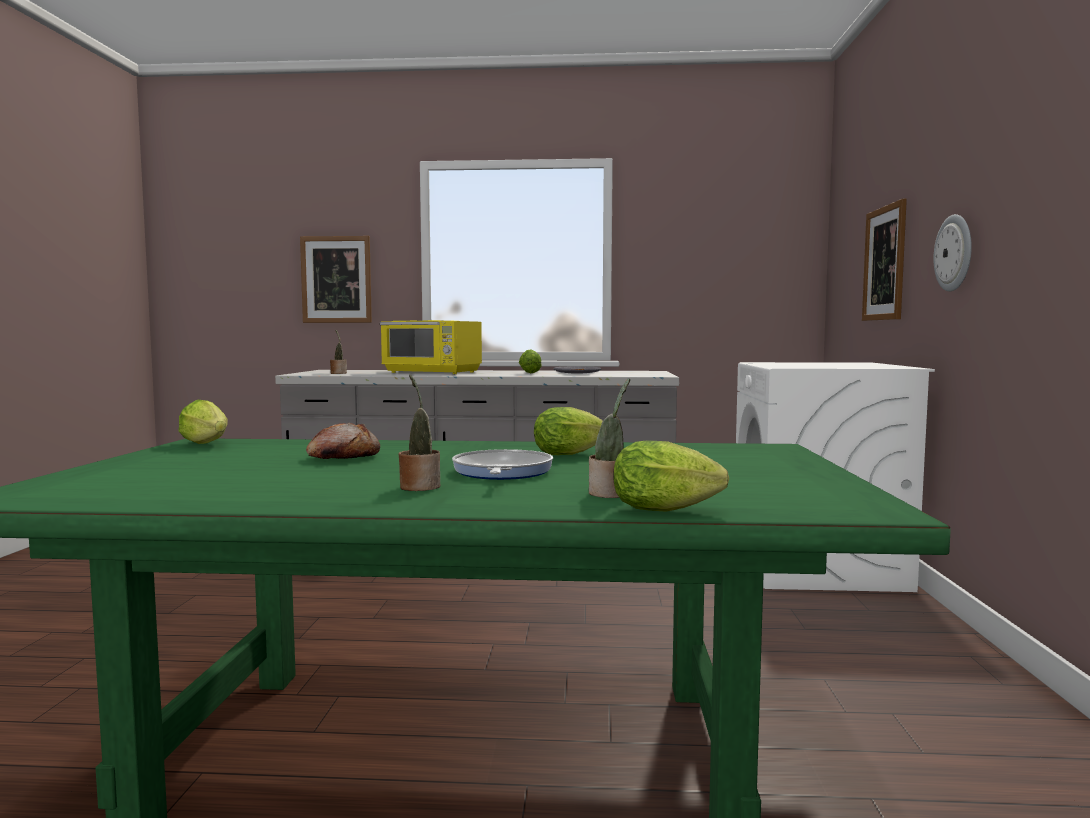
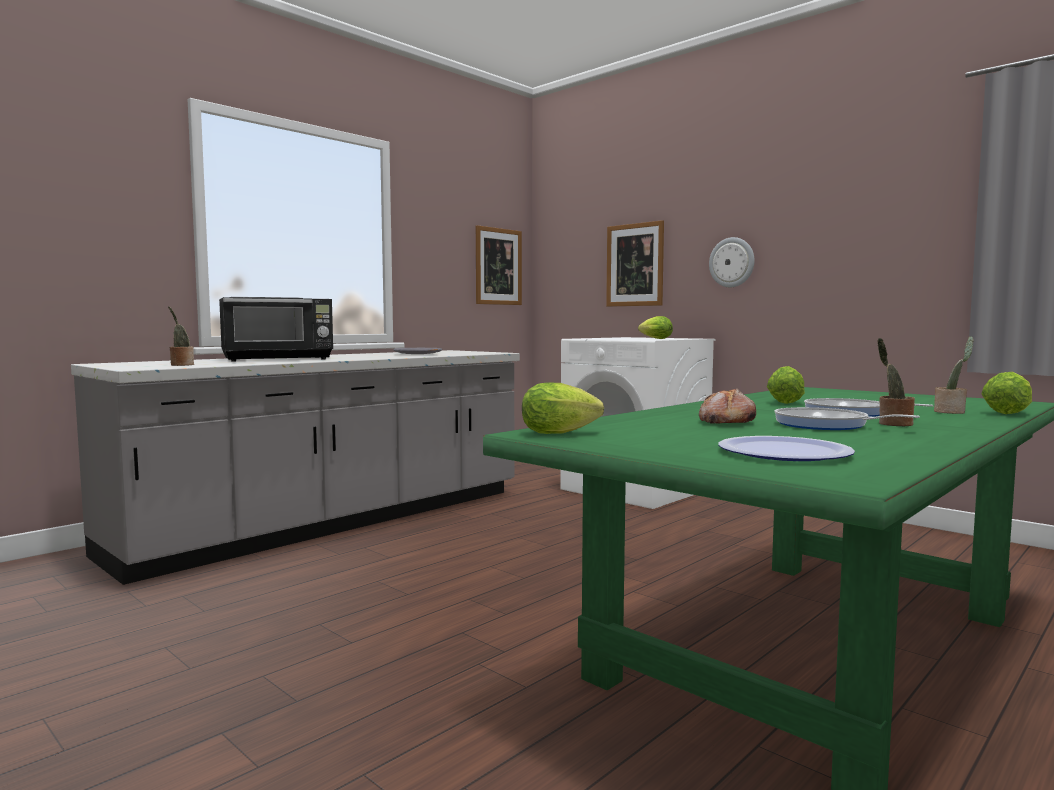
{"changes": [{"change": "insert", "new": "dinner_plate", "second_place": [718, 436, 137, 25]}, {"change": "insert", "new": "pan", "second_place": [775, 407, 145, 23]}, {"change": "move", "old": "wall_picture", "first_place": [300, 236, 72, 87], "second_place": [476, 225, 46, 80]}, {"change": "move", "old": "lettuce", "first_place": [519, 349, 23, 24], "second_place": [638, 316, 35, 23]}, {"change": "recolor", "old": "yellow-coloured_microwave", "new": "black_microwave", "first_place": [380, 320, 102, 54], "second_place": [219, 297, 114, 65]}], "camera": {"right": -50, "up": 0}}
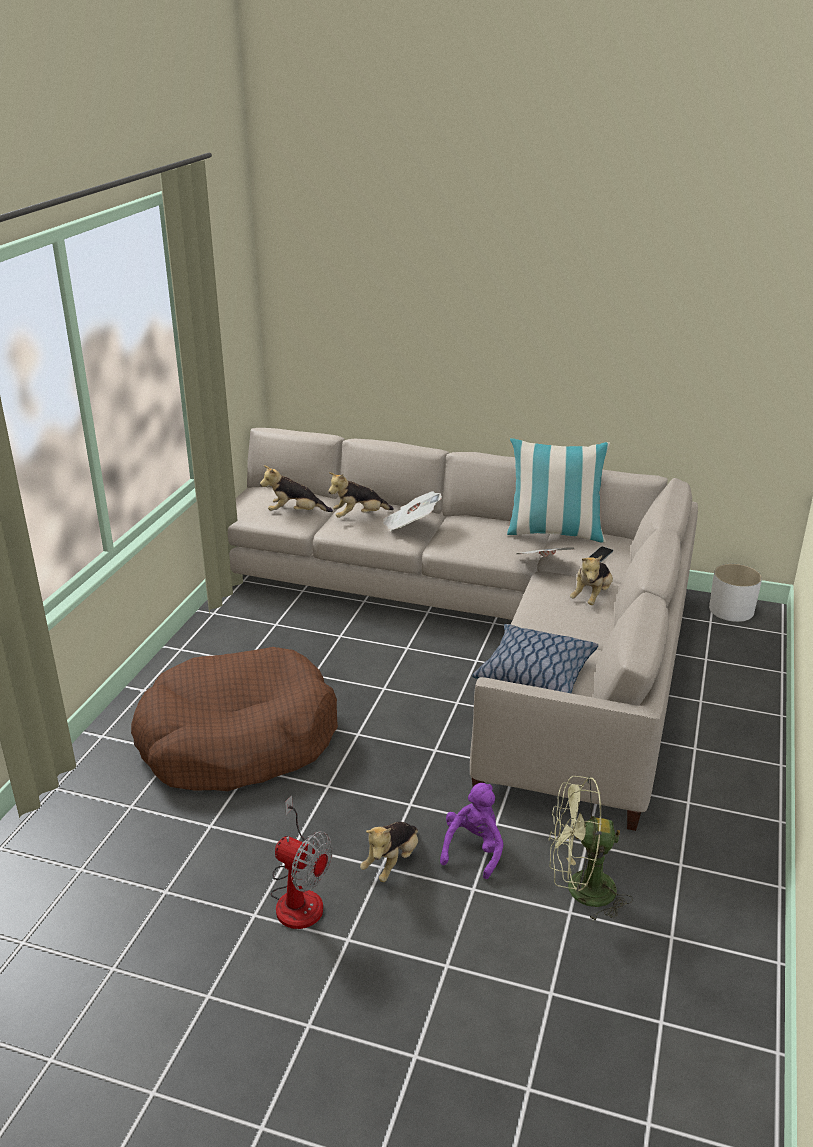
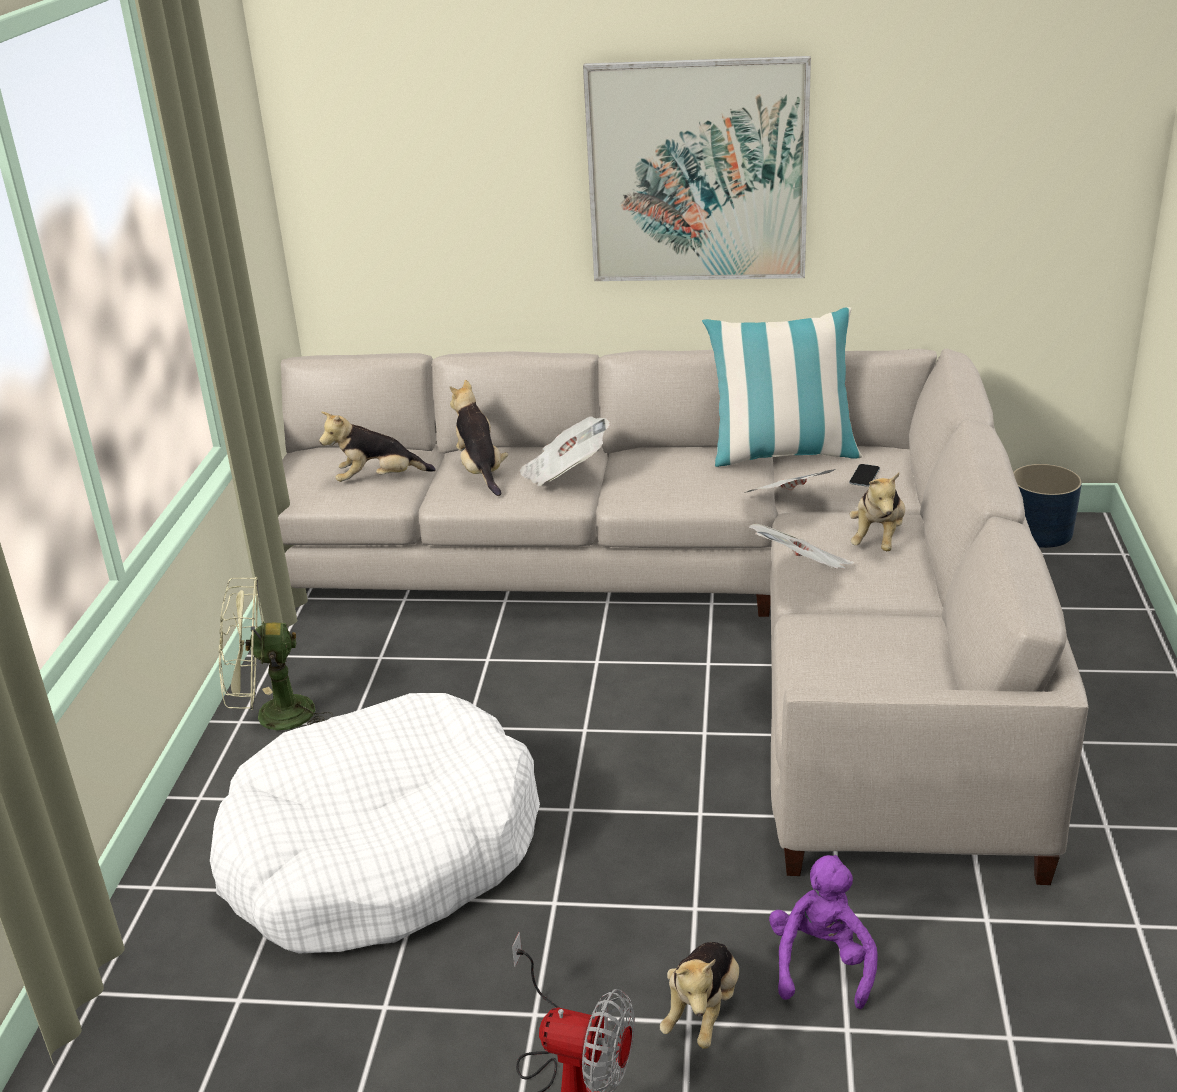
{"changes": [{"change": "delete", "old": "cushion", "first_place": [472, 624, 126, 70]}, {"change": "insert", "new": "wall_picture", "second_place": [583, 56, 228, 225]}, {"change": "insert", "new": "daily_paper", "second_place": [749, 524, 106, 45]}, {"change": "move", "old": "green-coloured_fan", "first_place": [549, 776, 84, 146], "second_place": [219, 577, 114, 153]}, {"change": "recolor", "old": "brown-coloured_dog_bed", "new": "white-coloured_dog_bed", "first_place": [131, 647, 207, 144], "second_place": [210, 693, 330, 260]}, {"change": "recolor", "old": "white-coloured_plant_pot", "new": "blue-coloured_plant_pot", "first_place": [709, 564, 53, 58], "second_place": [1013, 464, 69, 84]}, {"change": "rotate", "old": "plush_toy", "first_place": [328, 472, 66, 46], "second_place": [450, 380, 58, 116], "degrees": 105}], "camera": {"right": -10, "up": 0}}
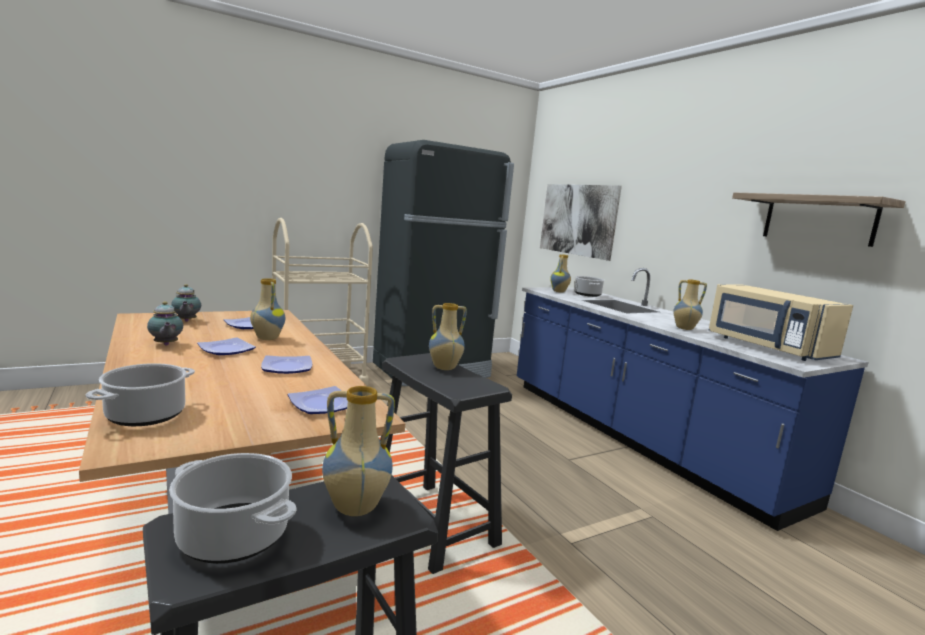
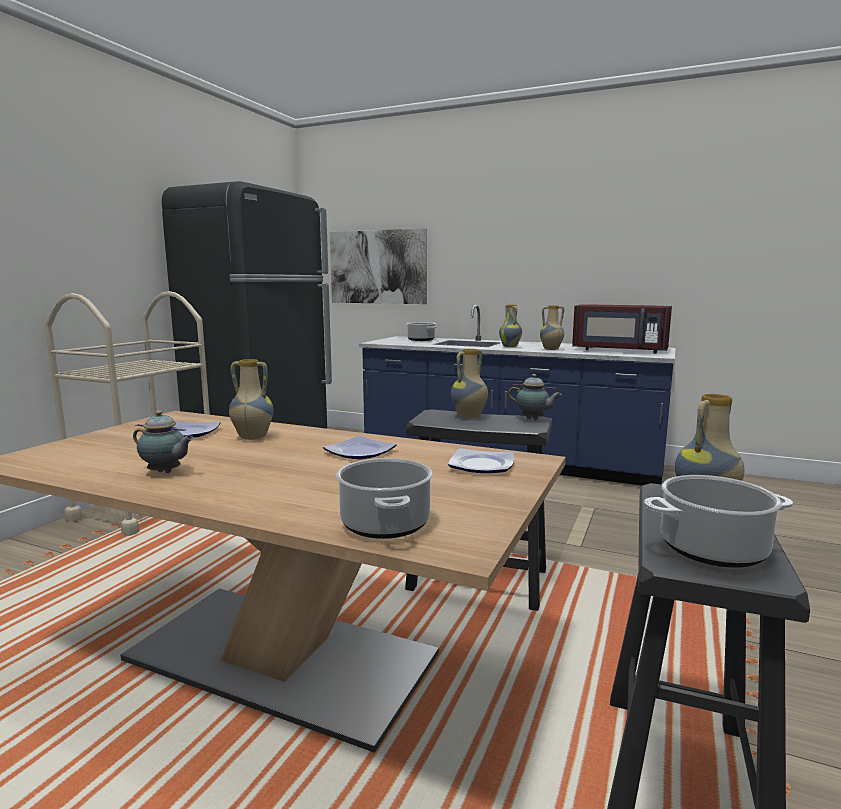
{"changes": [{"change": "delete", "old": "dinner_plate", "first_place": [197, 337, 59, 18]}, {"change": "delete", "old": "shelf", "first_place": [732, 192, 174, 55]}, {"change": "move", "old": "tea_pot", "first_place": [171, 284, 30, 38], "second_place": [508, 374, 54, 46]}, {"change": "move", "old": "flower_vase", "first_place": [550, 254, 21, 39], "second_place": [499, 304, 23, 43]}, {"change": "recolor", "old": "sand-coloured_microwave", "new": "red-coloured_microwave", "first_place": [709, 284, 144, 77], "second_place": [572, 304, 100, 50]}], "camera": {"right": -35, "up": 0}}
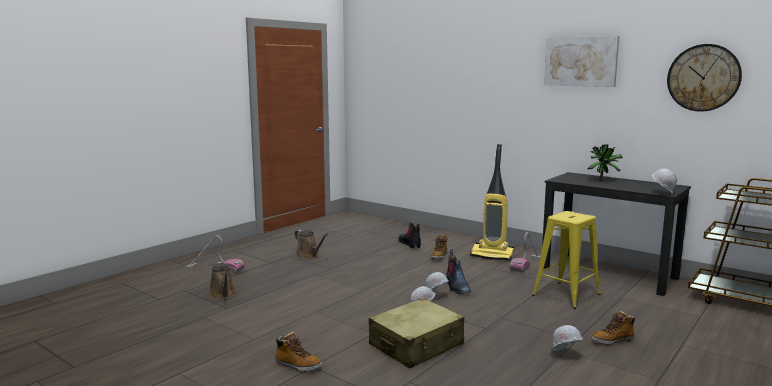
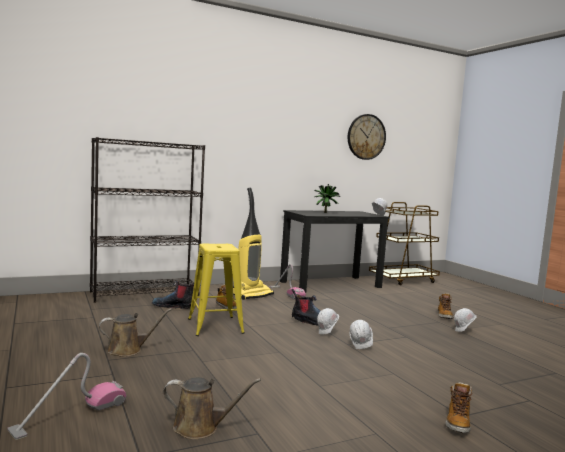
{"changes": [{"change": "delete", "old": "sand-coloured_suitcase", "first_place": [369, 298, 95, 70]}, {"change": "delete", "old": "wall_picture", "first_place": [544, 36, 76, 51]}, {"change": "insert", "new": "black_bookcase", "second_place": [90, 137, 115, 166]}, {"change": "move", "old": "yellow-coloured_stool_seat", "first_place": [532, 211, 69, 98], "second_place": [188, 243, 57, 93]}, {"change": "rotate", "old": "tall_boot", "first_place": [275, 331, 48, 41], "second_place": [445, 382, 28, 51], "degrees": 150}], "camera": {"right": -65, "up": -5}}
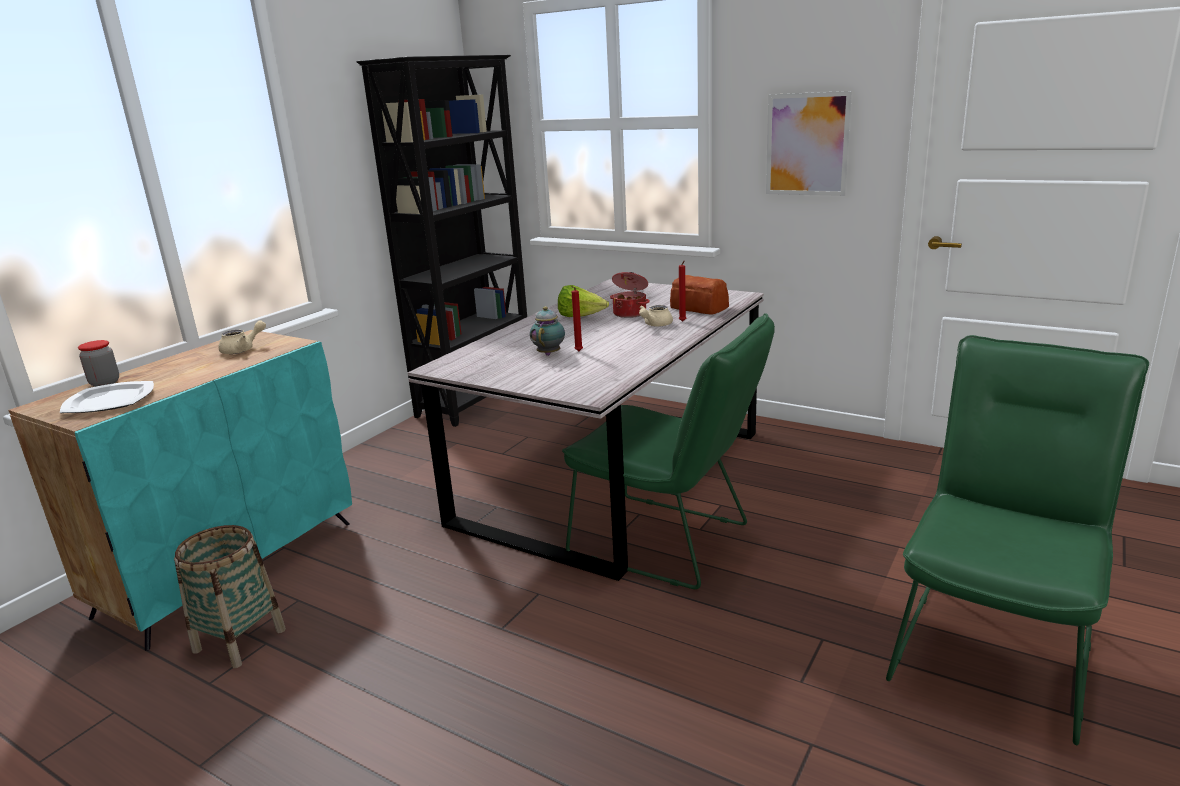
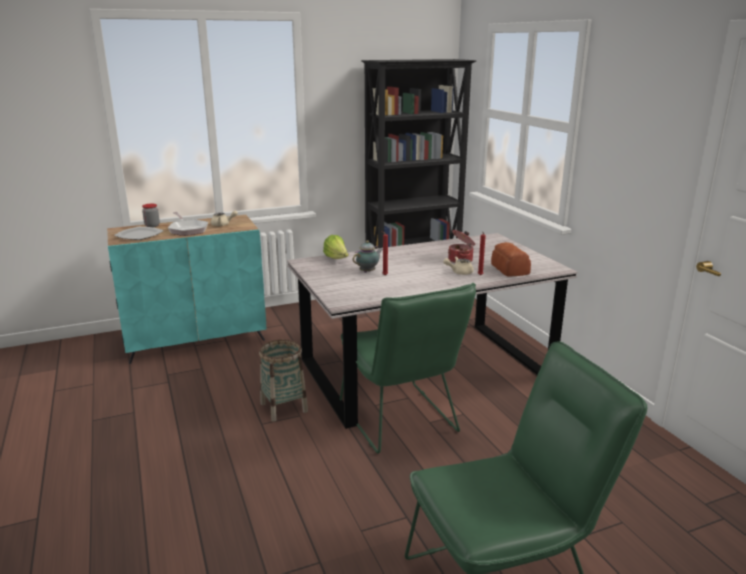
{"changes": [{"change": "delete", "old": "wall_picture", "first_place": [766, 91, 86, 105]}, {"change": "insert", "new": "pan", "second_place": [168, 212, 40, 24]}, {"change": "move", "old": "storage_basket", "first_place": [174, 525, 112, 143], "second_place": [259, 339, 49, 83]}, {"change": "move", "old": "lettuce", "first_place": [558, 285, 51, 32], "second_place": [323, 235, 25, 24]}], "camera": {"right": 35, "up": 0}}
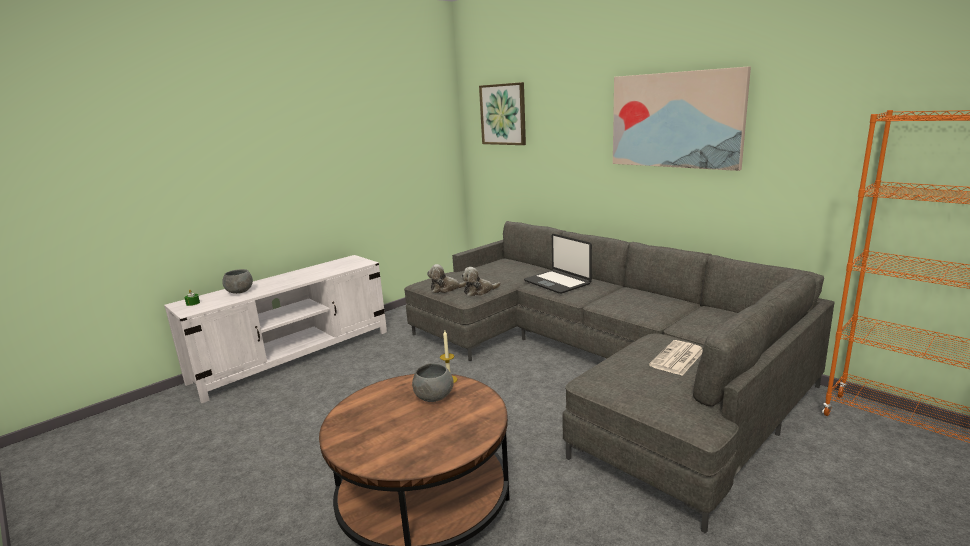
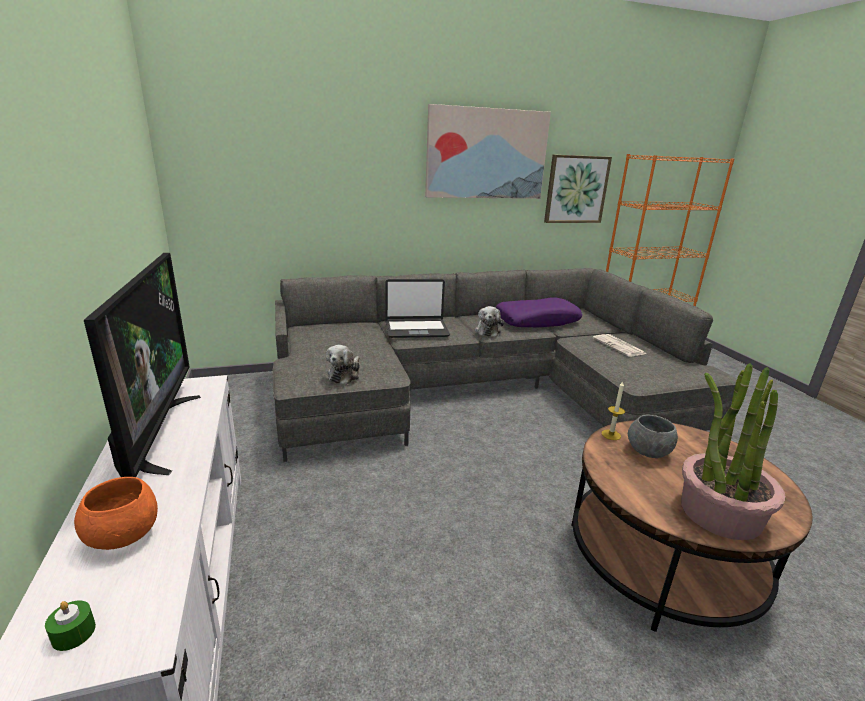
{"changes": [{"change": "insert", "new": "TV_set", "second_place": [84, 253, 117, 224]}, {"change": "insert", "new": "purple-coloured_cushion", "second_place": [495, 297, 87, 30]}, {"change": "insert", "new": "plant_in_a_pot", "second_place": [681, 363, 105, 177]}, {"change": "move", "old": "plush_toy", "first_place": [461, 267, 40, 29], "second_place": [474, 306, 30, 31]}, {"change": "move", "old": "wall_picture", "first_place": [479, 82, 47, 63], "second_place": [544, 155, 68, 68]}, {"change": "recolor", "old": "gray_bowl", "new": "orangey_bowl", "first_place": [222, 269, 31, 25], "second_place": [74, 477, 84, 73]}], "camera": {"right": -65, "up": 5}}
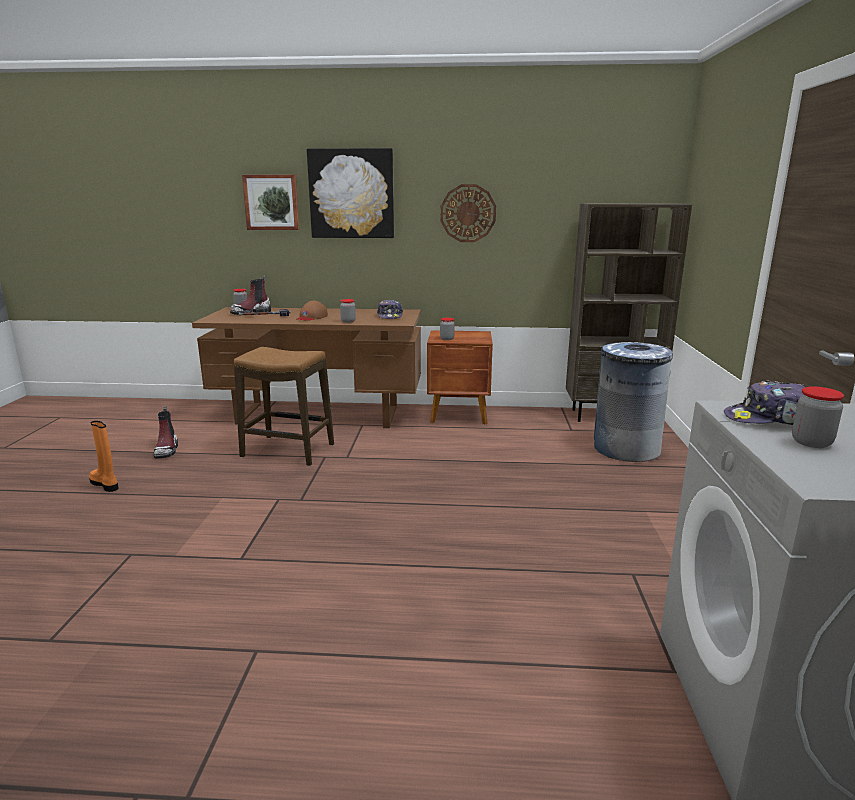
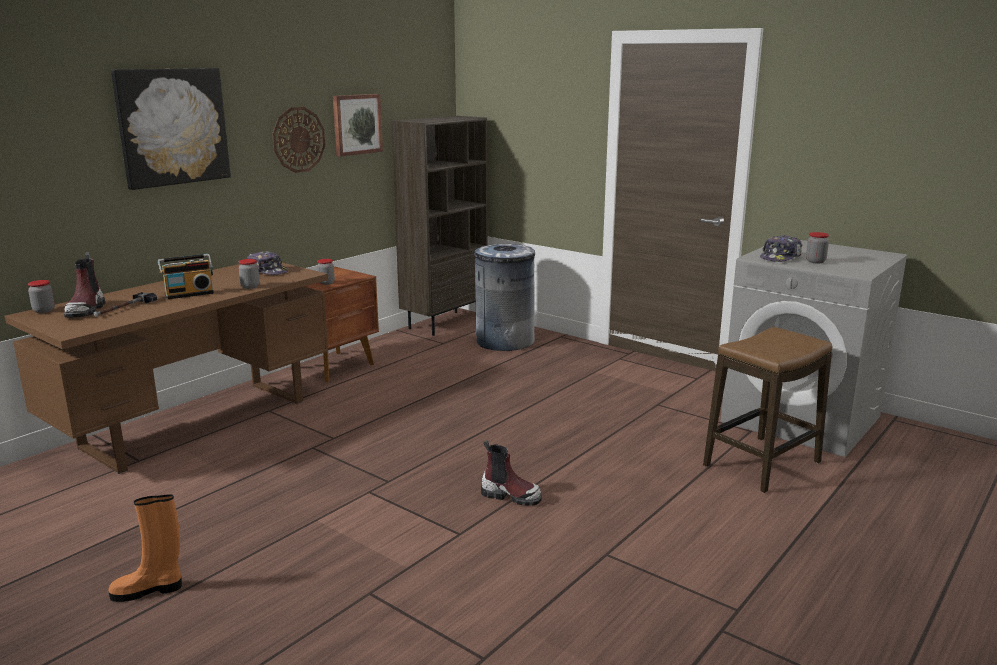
{"changes": [{"change": "move", "old": "tall_boot", "first_place": [154, 406, 24, 53], "second_place": [481, 440, 61, 66]}, {"change": "move", "old": "stool_seat", "first_place": [234, 347, 100, 119], "second_place": [703, 327, 129, 166]}, {"change": "move", "old": "wall_picture", "first_place": [242, 174, 57, 56], "second_place": [333, 94, 50, 63]}, {"change": "replace", "old": "brown-coloured_cap", "new": "radio_set", "first_place": [296, 301, 32, 20], "second_place": [158, 254, 56, 45]}], "camera": {"right": -55, "up": 0}}
